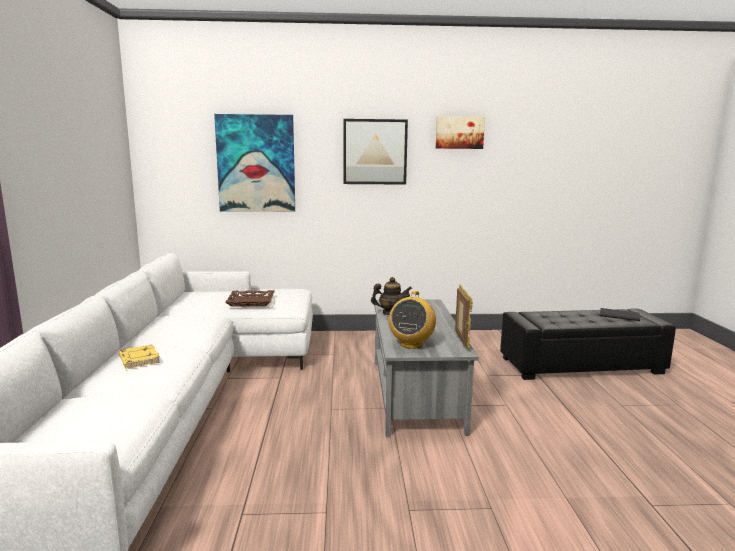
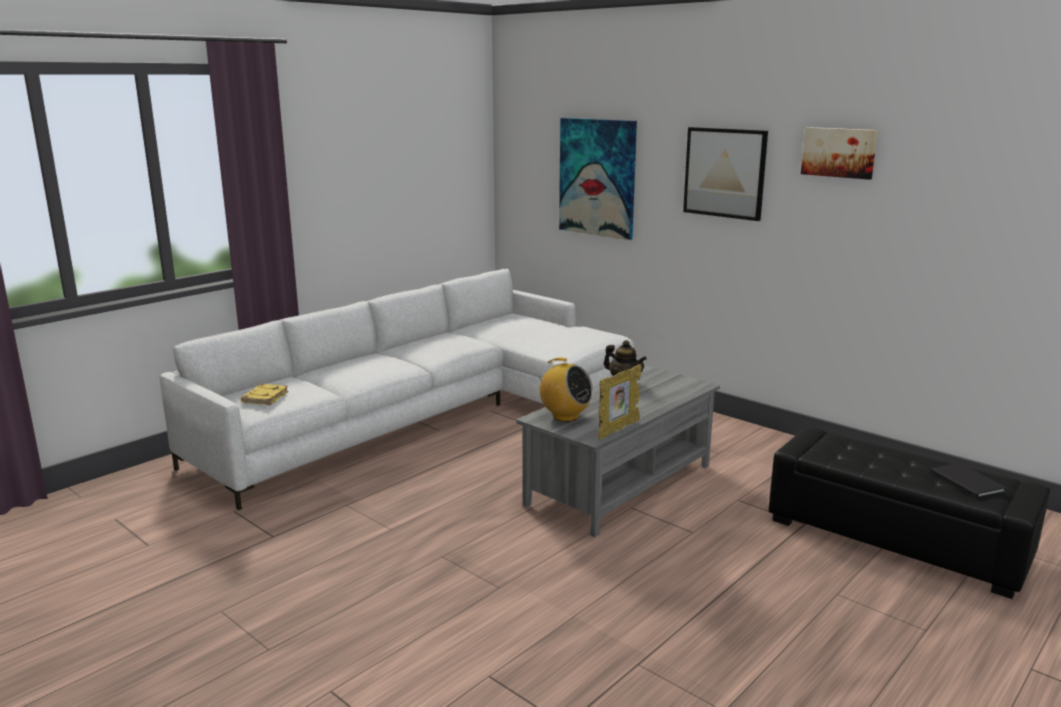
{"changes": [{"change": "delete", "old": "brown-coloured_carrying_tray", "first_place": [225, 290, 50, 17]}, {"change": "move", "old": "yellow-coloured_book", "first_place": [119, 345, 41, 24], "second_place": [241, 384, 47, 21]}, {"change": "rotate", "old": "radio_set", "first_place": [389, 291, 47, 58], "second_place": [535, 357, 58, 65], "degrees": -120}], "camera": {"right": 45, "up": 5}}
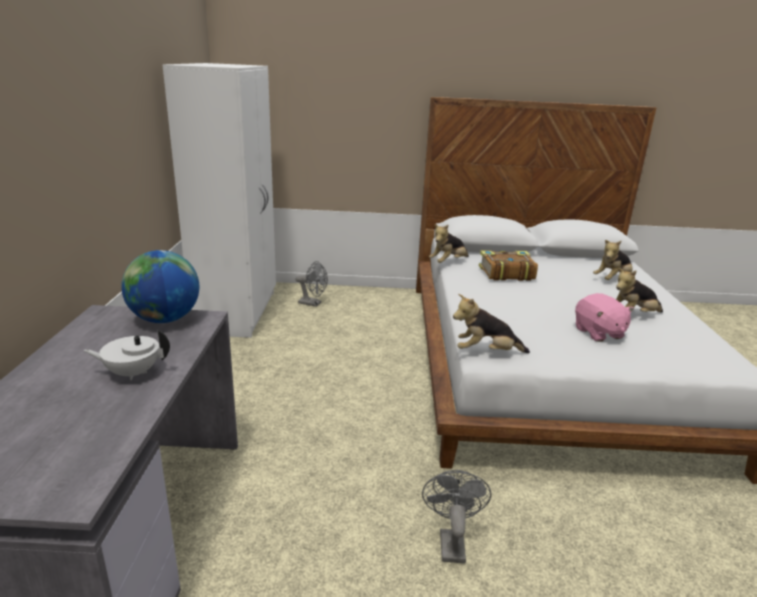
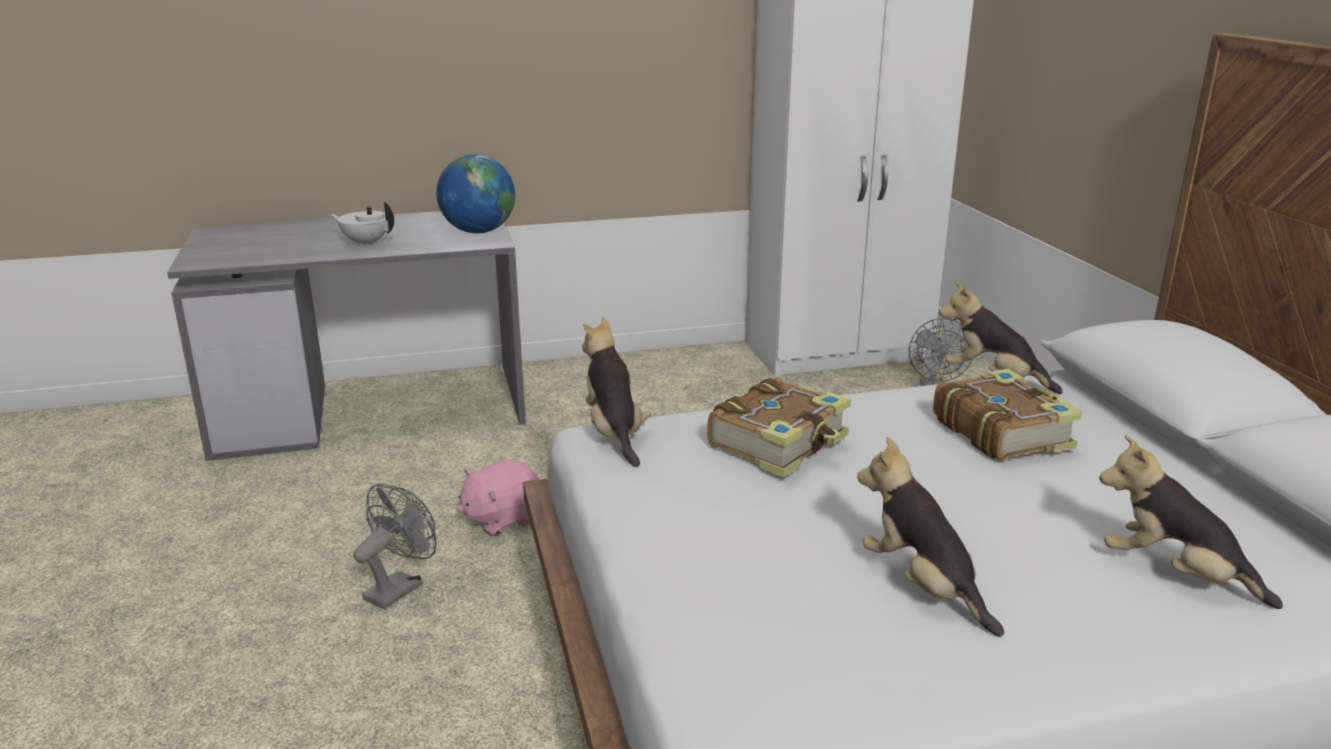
{"changes": [{"change": "insert", "new": "book", "second_place": [707, 378, 144, 99]}, {"change": "move", "old": "pink-coloured_plush_toy", "first_place": [575, 293, 59, 49], "second_place": [457, 460, 82, 76]}, {"change": "rotate", "old": "white-coloured_tea_pot", "first_place": [83, 330, 87, 50], "second_place": [330, 202, 64, 45], "degrees": -45}, {"change": "rotate", "old": "gray_fan", "first_place": [422, 470, 69, 94], "second_place": [353, 484, 84, 125], "degrees": -45}], "camera": {"right": 75, "up": 0}}
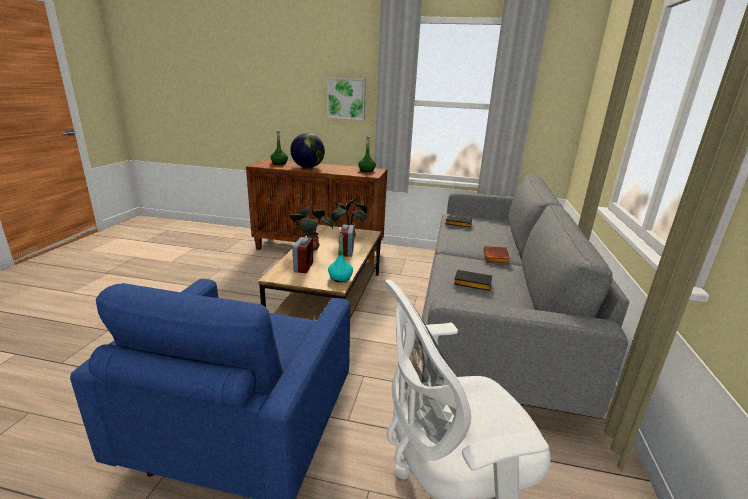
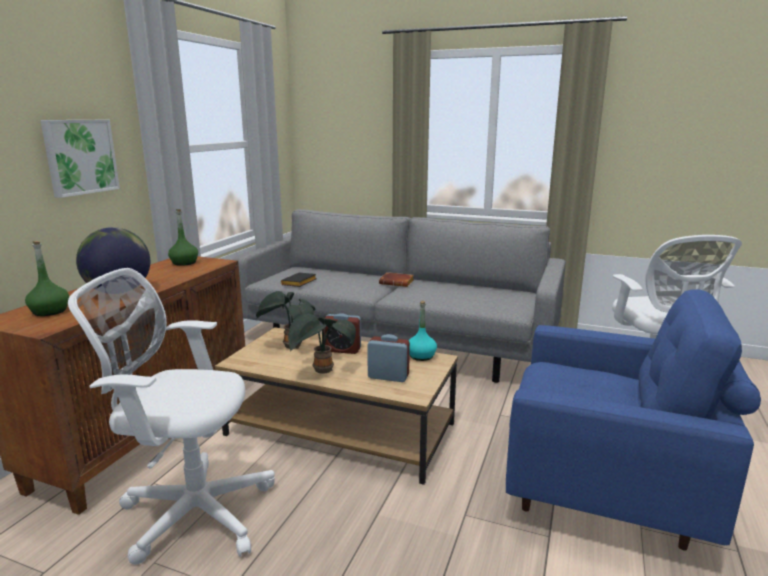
{"changes": [{"change": "delete", "old": "black_book", "first_place": [454, 270, 38, 21]}, {"change": "insert", "new": "white-coloured_office_chair", "second_place": [68, 268, 207, 297]}], "camera": {"right": -80, "up": -5}}
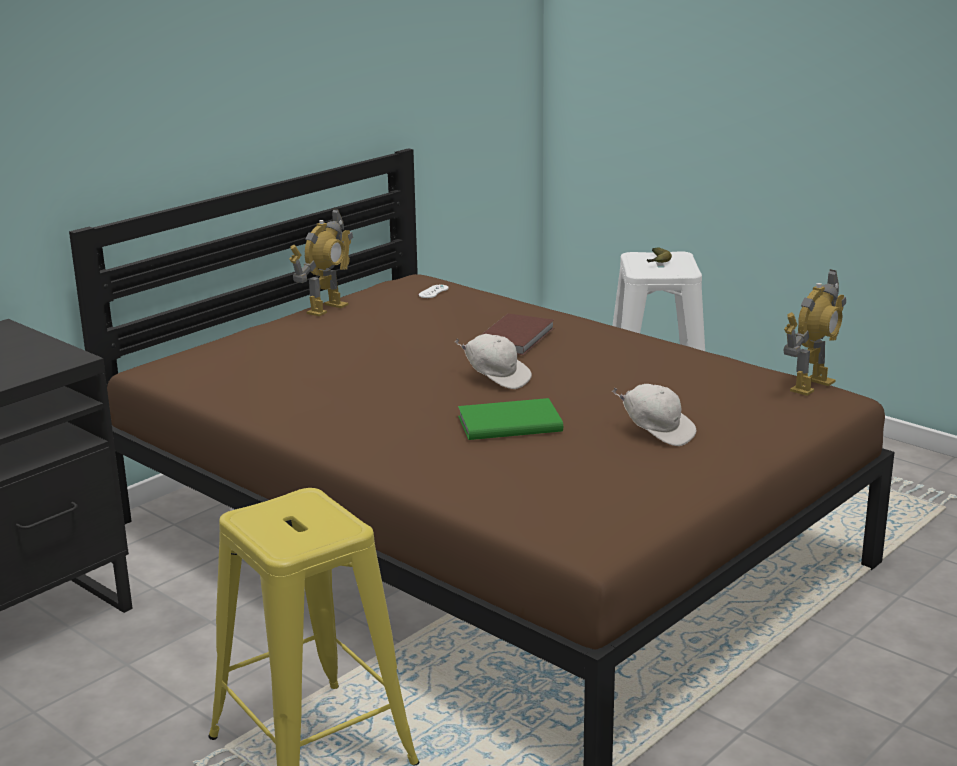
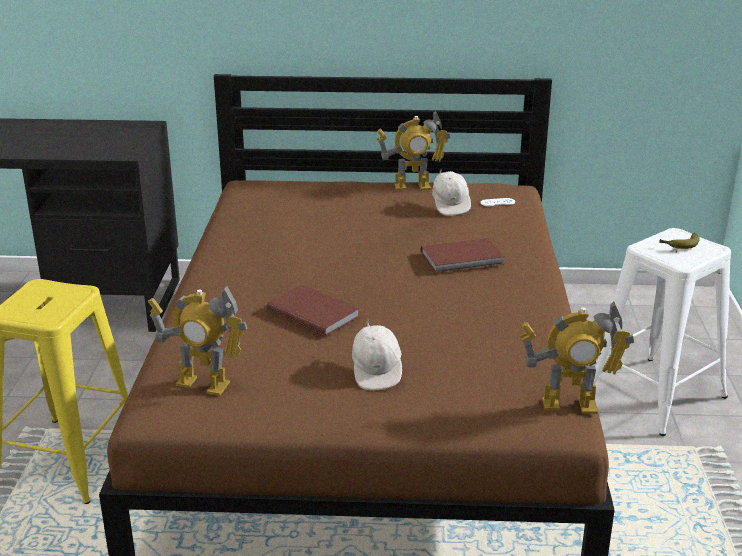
{"changes": [{"change": "insert", "new": "model_robot", "second_place": [148, 286, 99, 110]}, {"change": "move", "old": "white-coloured_cap", "first_place": [455, 334, 77, 55], "second_place": [432, 170, 39, 46]}, {"change": "recolor", "old": "green-coloured_book", "new": "brown-coloured_book", "first_place": [458, 398, 105, 42], "second_place": [267, 285, 93, 51]}], "camera": {"right": 50, "up": 5}}
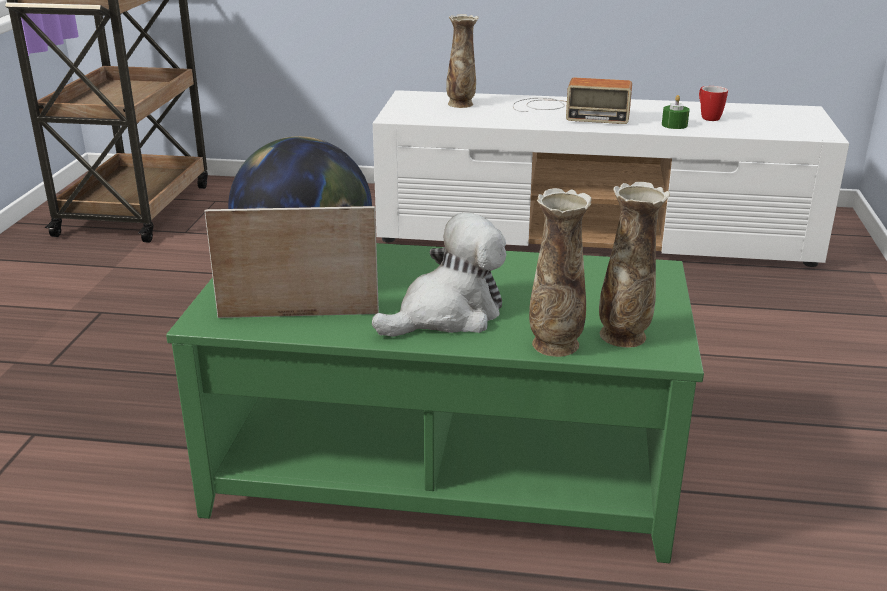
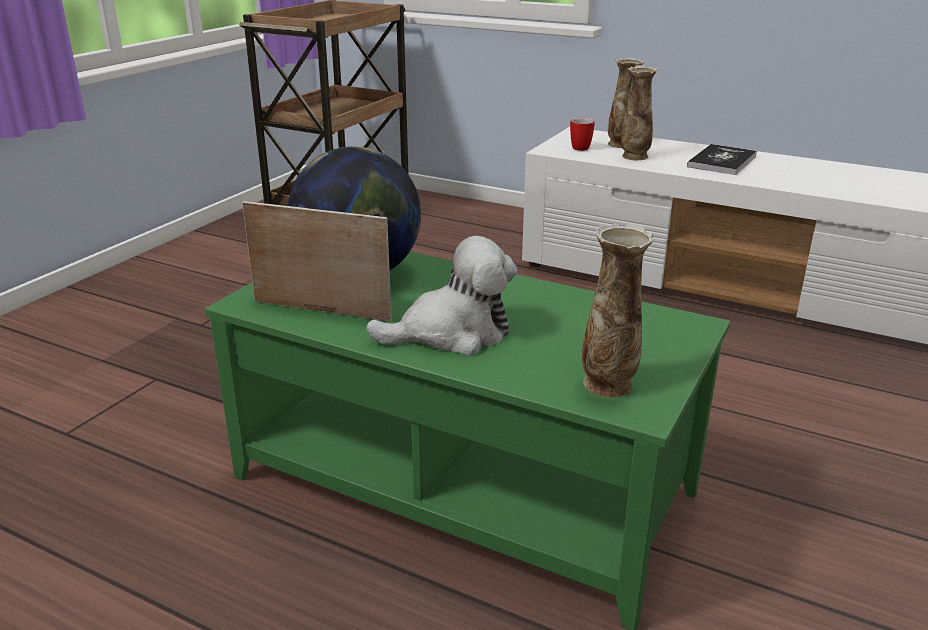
{"changes": [{"change": "delete", "old": "green-coloured_wax_light", "first_place": [662, 95, 28, 34]}, {"change": "move", "old": "flower_vase", "first_place": [529, 188, 63, 169], "second_place": [621, 65, 37, 95]}, {"change": "move", "old": "mug", "first_place": [699, 86, 29, 35], "second_place": [570, 118, 25, 33]}, {"change": "replace", "old": "radio_set", "new": "book", "first_place": [513, 78, 119, 46], "second_place": [687, 144, 70, 31]}], "camera": {"right": 20, "up": 0}}
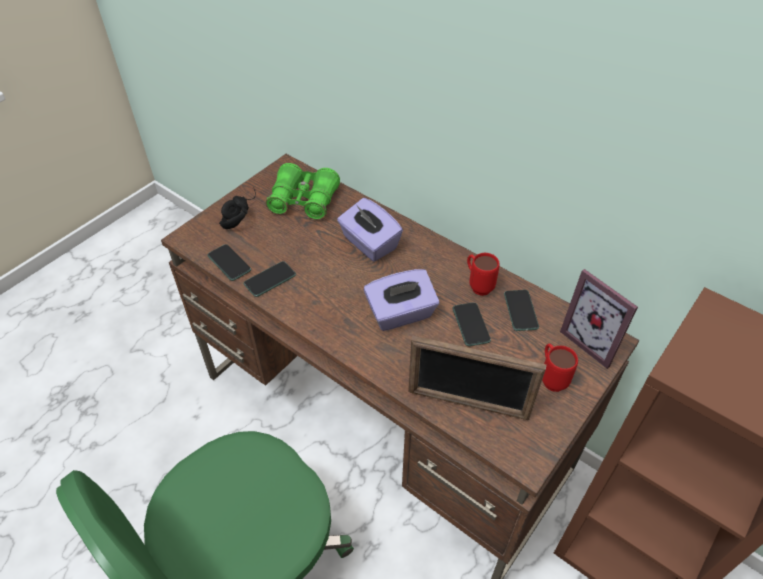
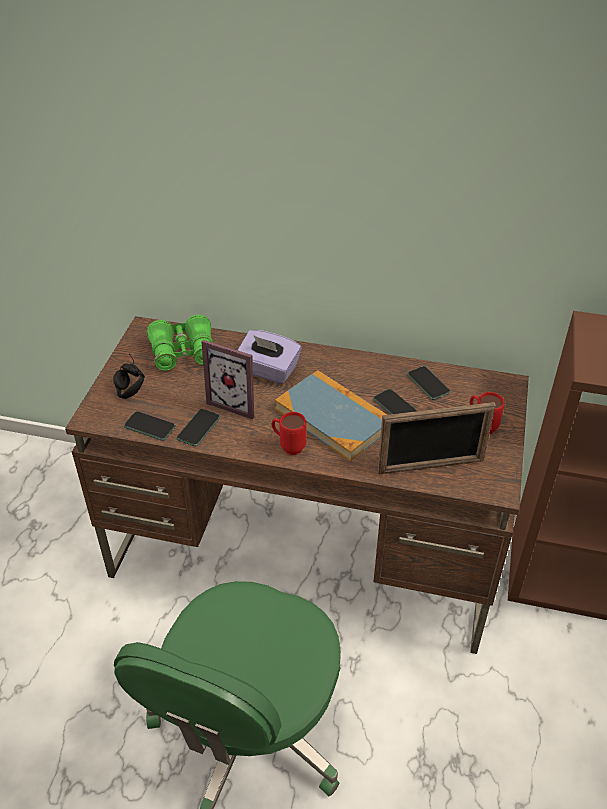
{"changes": [{"change": "move", "old": "red-coloured_mug", "first_place": [467, 253, 33, 43], "second_place": [272, 412, 35, 43]}, {"change": "move", "old": "picture_frame", "first_place": [560, 269, 78, 100], "second_place": [202, 340, 52, 80]}, {"change": "replace", "old": "purple-coloured_box_of_tissues", "new": "book", "first_place": [364, 269, 75, 62], "second_place": [275, 370, 112, 91]}], "camera": {"right": -25, "up": -5}}
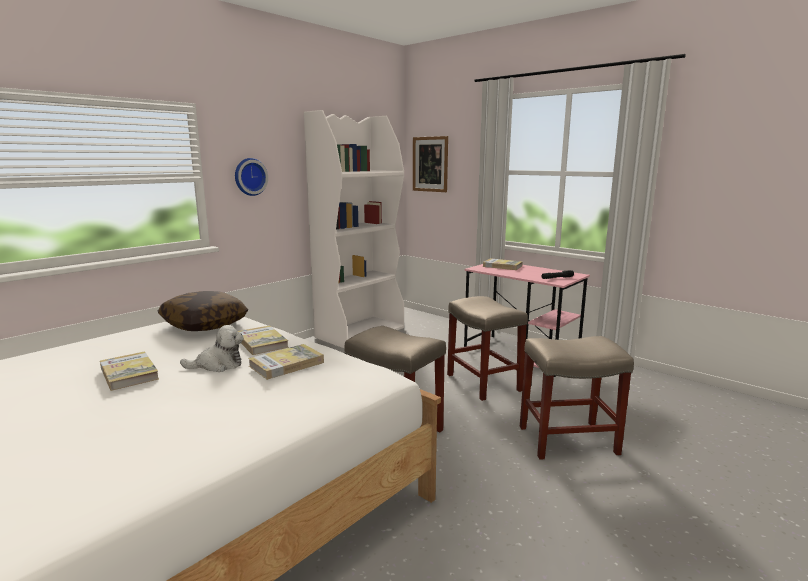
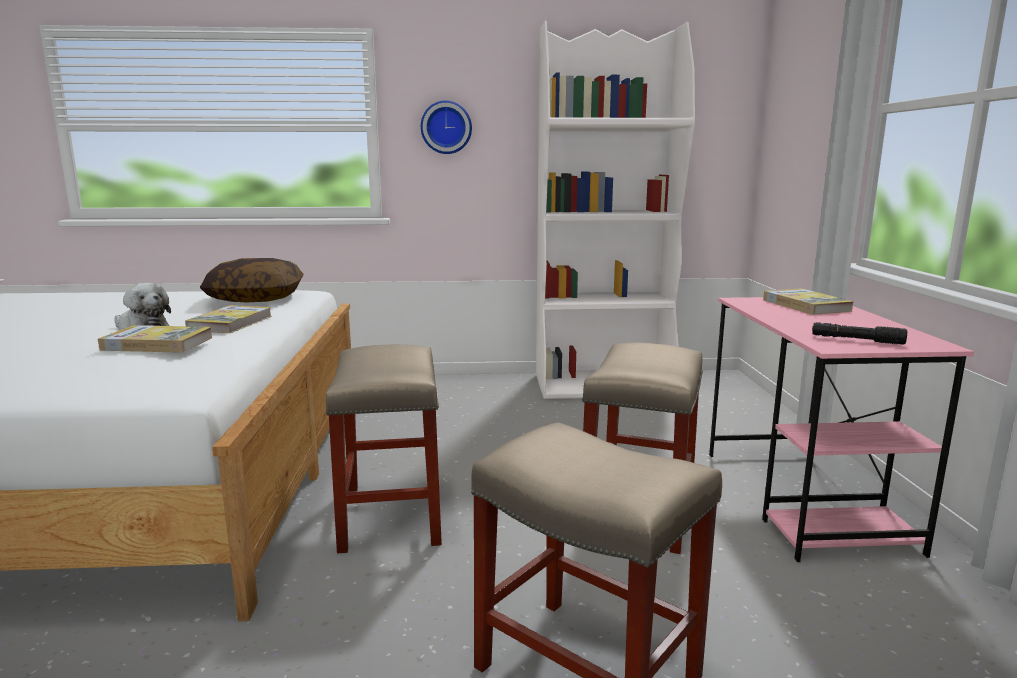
{"changes": [{"change": "delete", "old": "book", "first_place": [100, 351, 59, 40]}, {"change": "delete", "old": "wall_picture", "first_place": [413, 136, 35, 56]}], "camera": {"right": 45, "up": 0}}
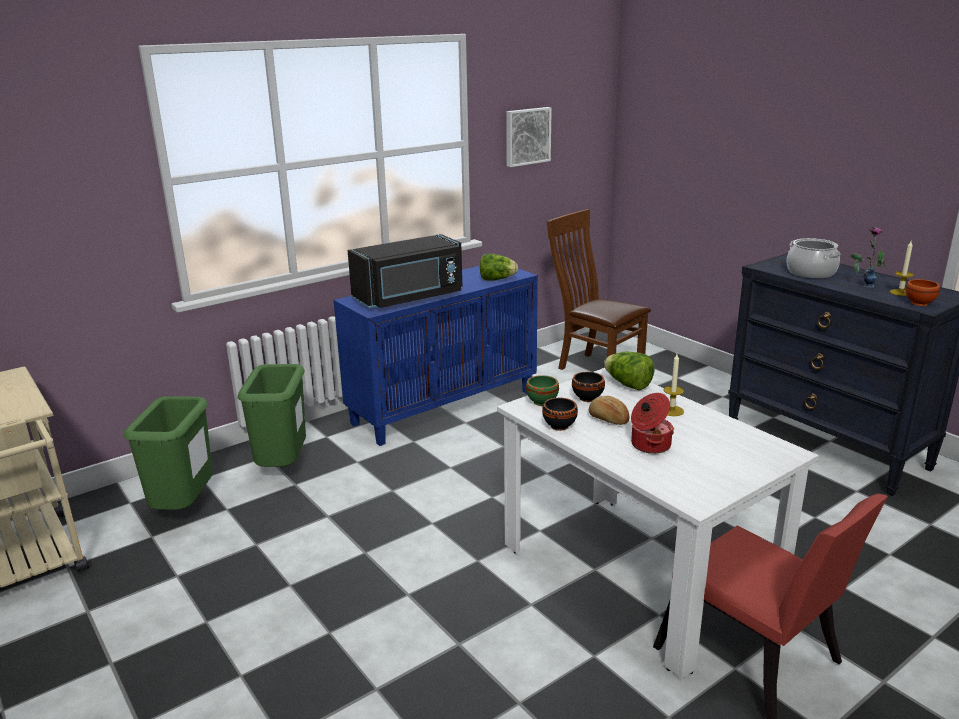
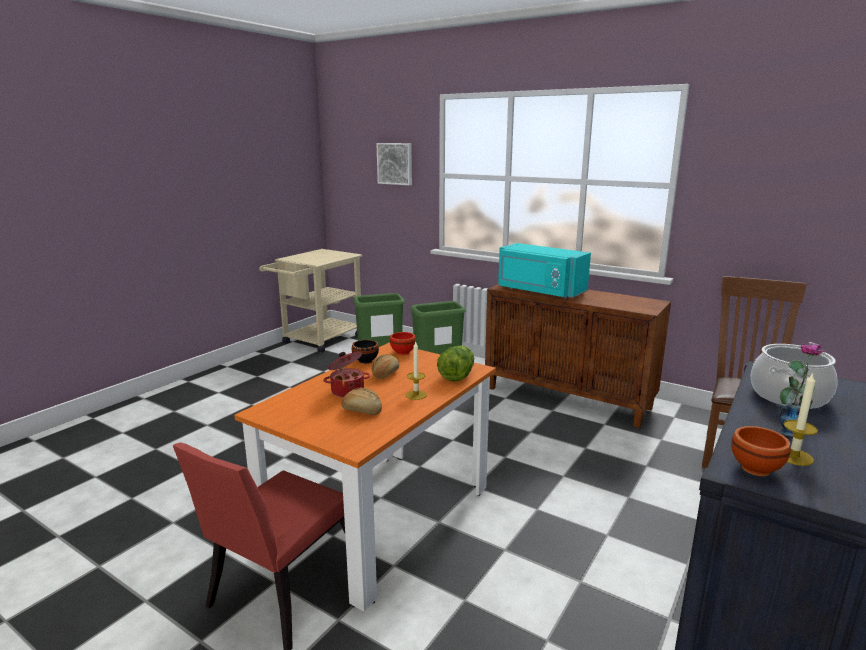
{"changes": [{"change": "delete", "old": "lettuce", "first_place": [480, 254, 38, 27]}, {"change": "delete", "old": "black_bowl", "first_place": [572, 372, 33, 30]}, {"change": "insert", "new": "bread", "second_place": [341, 388, 41, 27]}, {"change": "move", "old": "wall_picture", "first_place": [506, 107, 46, 60], "second_place": [376, 143, 36, 42]}, {"change": "recolor", "old": "blue-coloured_cabinet", "new": "brown-coloured_cabinet", "first_place": [334, 266, 204, 180], "second_place": [485, 284, 186, 144]}, {"change": "recolor", "old": "black_microwave", "new": "turquoise_microwave", "first_place": [348, 234, 115, 74], "second_place": [498, 243, 93, 56]}, {"change": "recolor", "old": "white-coloured_dining_table", "new": "orangey_dining_table", "first_place": [497, 368, 322, 311], "second_place": [234, 342, 262, 269]}, {"change": "recolor", "old": "green-coloured_bowl", "new": "red-coloured_bowl", "first_place": [526, 375, 33, 31], "second_place": [390, 332, 26, 23]}], "camera": {"right": 70, "up": -5}}
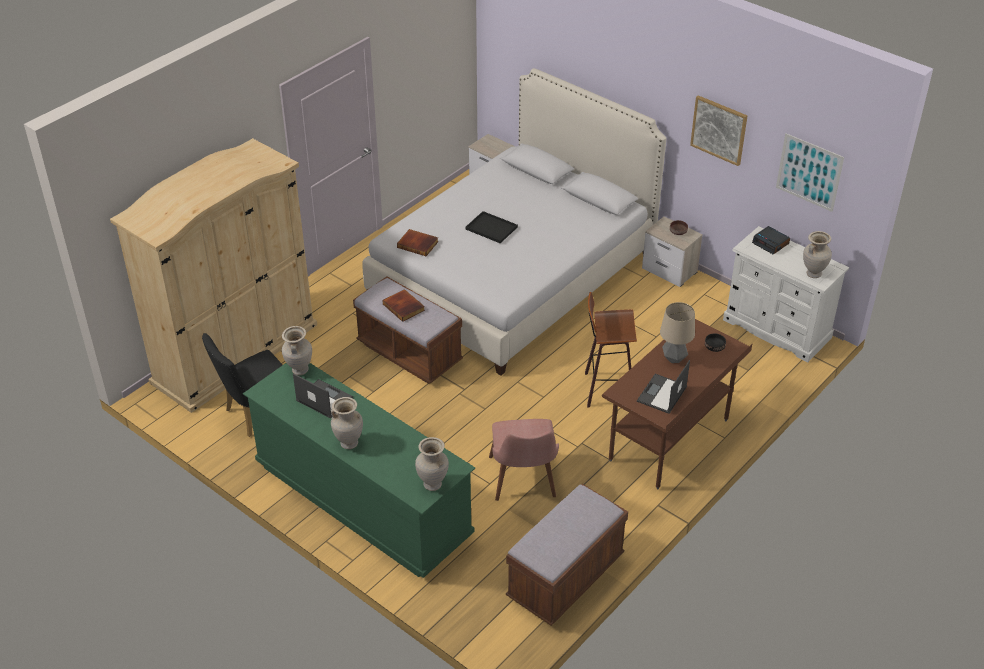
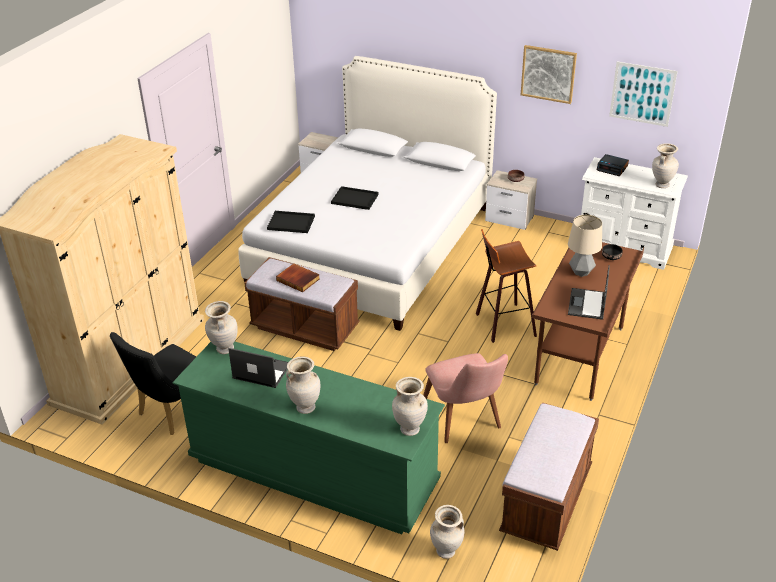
{"changes": [{"change": "insert", "new": "sand-coloured_flower_vase", "second_place": [430, 505, 34, 54]}, {"change": "replace", "old": "book", "new": "black_carrying_tray", "first_place": [397, 229, 41, 27], "second_place": [267, 211, 48, 22]}], "camera": {"right": -15, "up": -5}}
